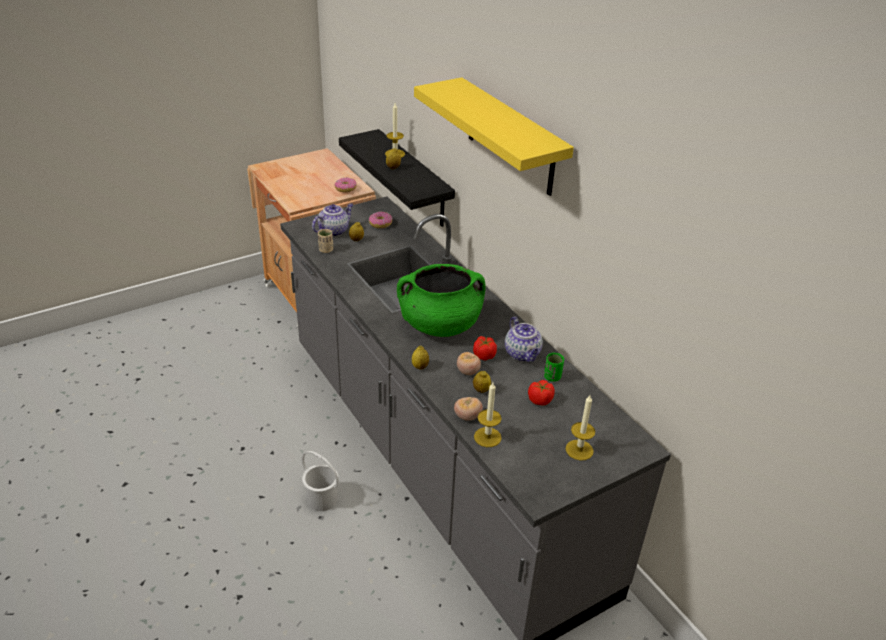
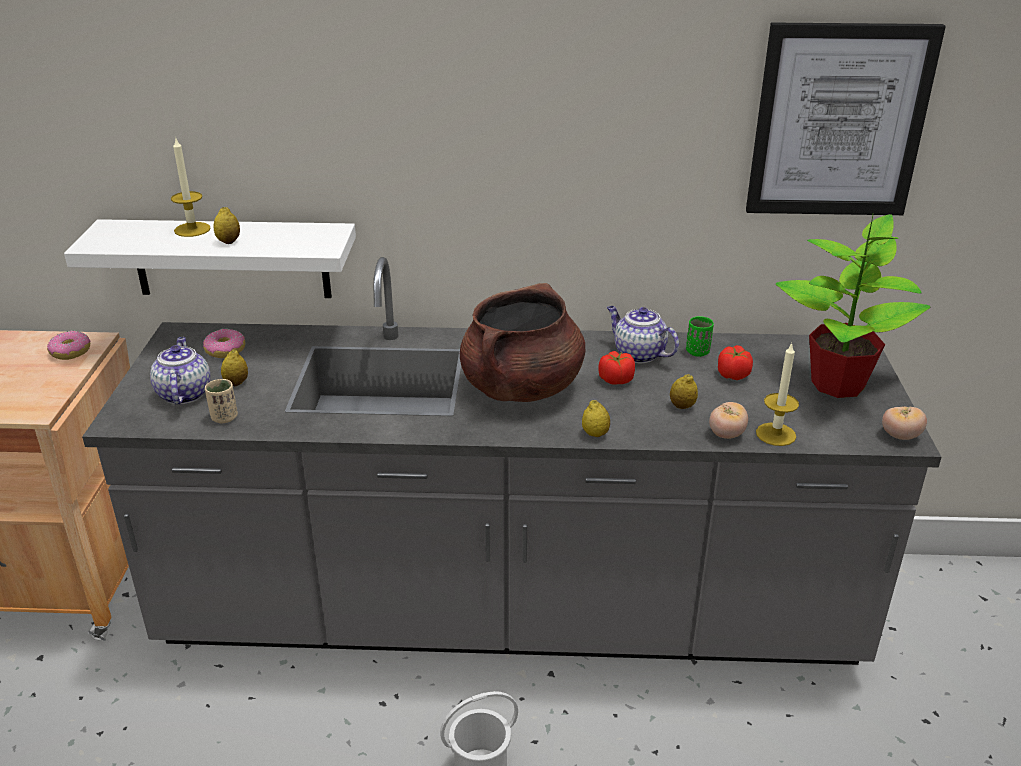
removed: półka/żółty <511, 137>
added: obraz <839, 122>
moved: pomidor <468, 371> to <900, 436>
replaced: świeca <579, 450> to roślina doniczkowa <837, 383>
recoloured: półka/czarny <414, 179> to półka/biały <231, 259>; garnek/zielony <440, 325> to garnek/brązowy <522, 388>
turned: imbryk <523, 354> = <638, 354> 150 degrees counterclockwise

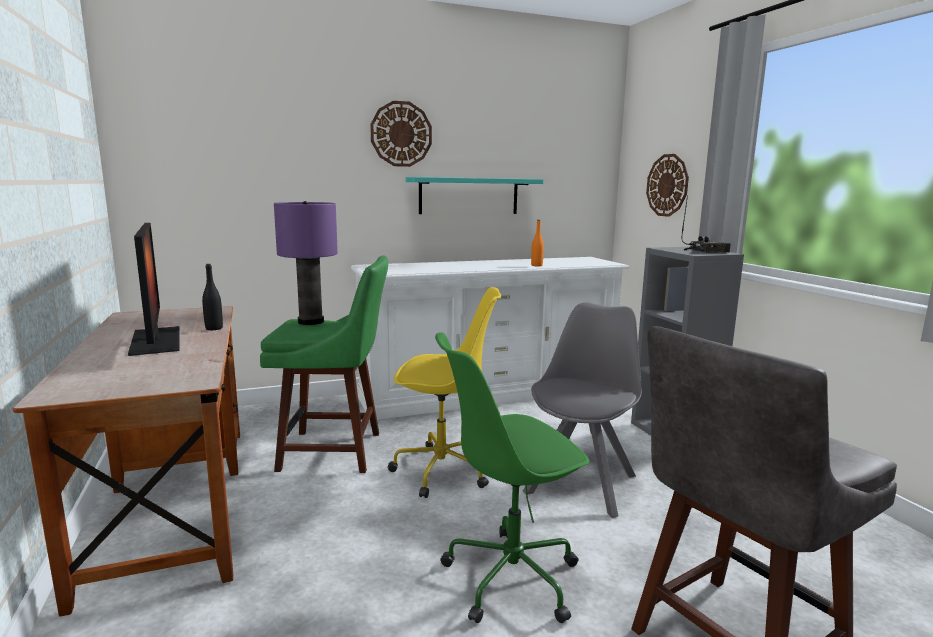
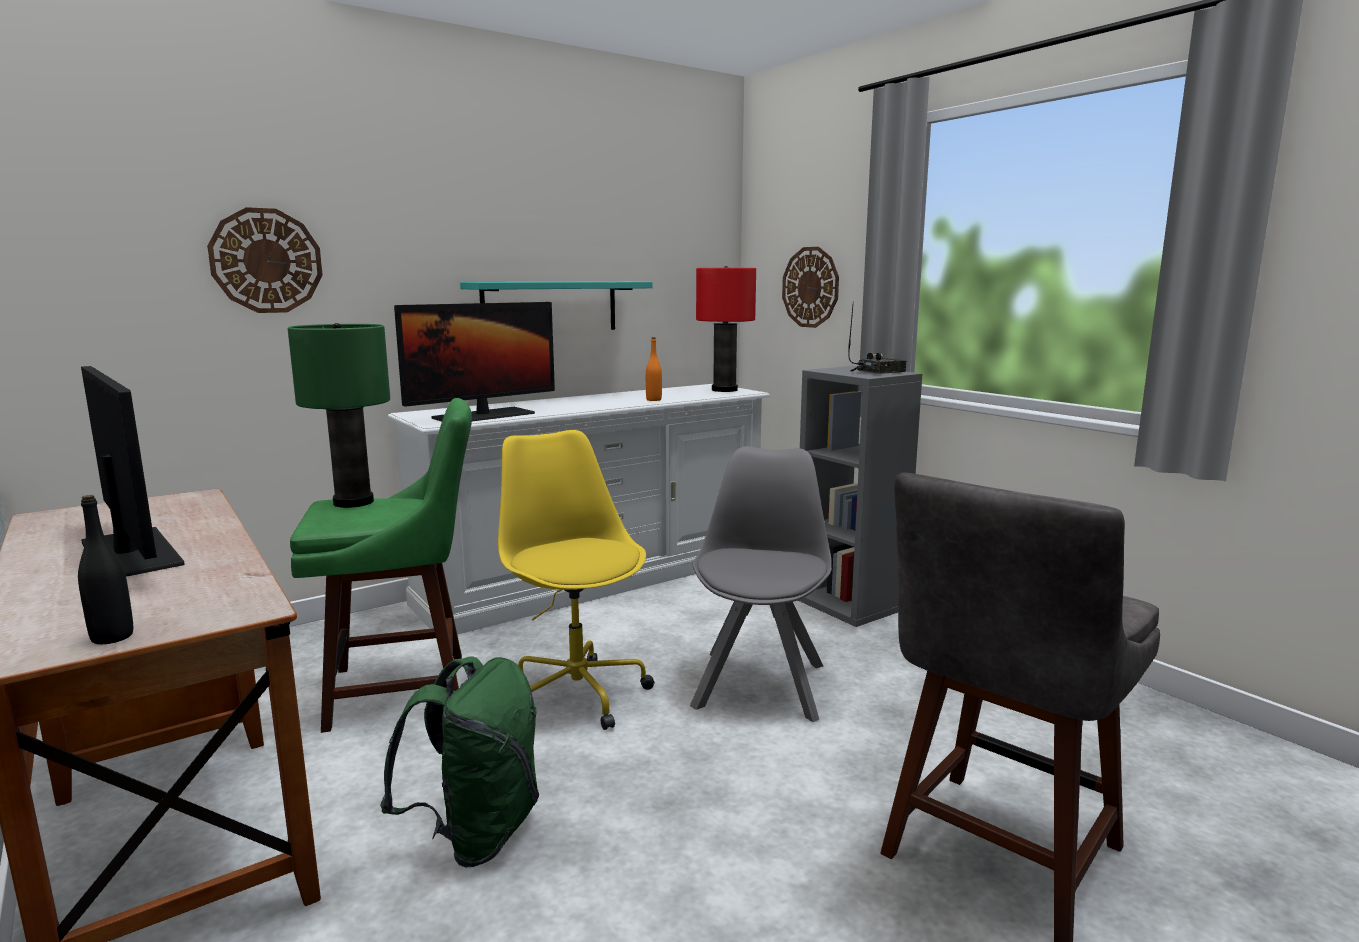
removed: krzesło biurowe/zielony <507, 579>
added: plecak/zielony <476, 834>; monitor <484, 416>; lampa stołowa/czerwony <724, 390>
moved: butelka/czarny <214, 328> to <112, 637>; zegar ścienny <401, 134> to <266, 261>
recoloured: lampa stołowa/fioletowy <310, 322> to lampa stołowa/zielony <353, 502>
turned: krzesło biurowe/żółty <444, 471> = <575, 694> 105 degrees counterclockwise

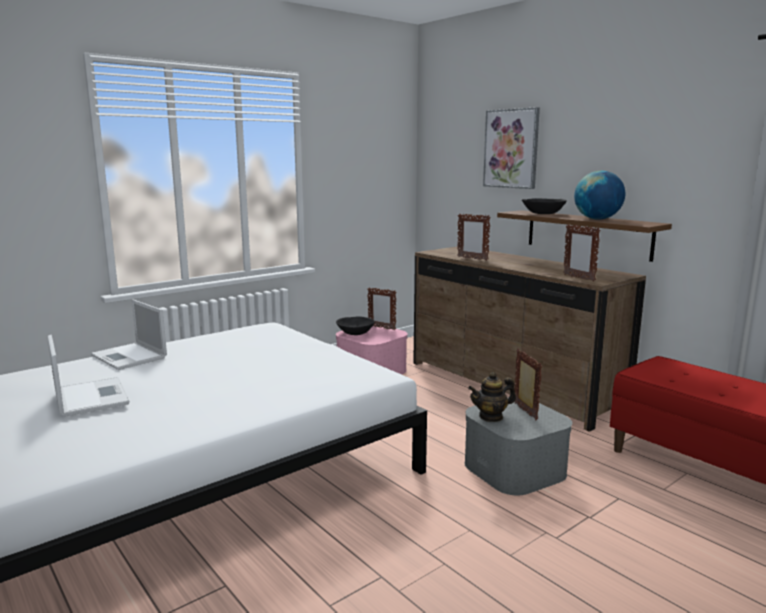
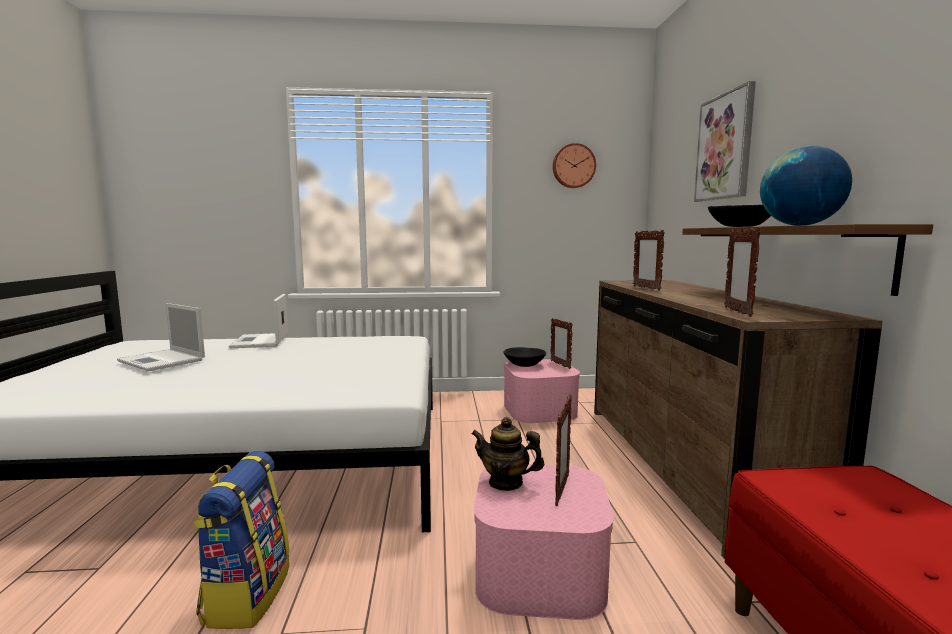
added: plecak <246, 594>; zegar ścienny <573, 166>
recoloured: pojemnik do przechowywania/szary <515, 468> to pojemnik do przechowywania/różowy <540, 571>
turned: laptop <90, 397> = <162, 361> 120 degrees clockwise

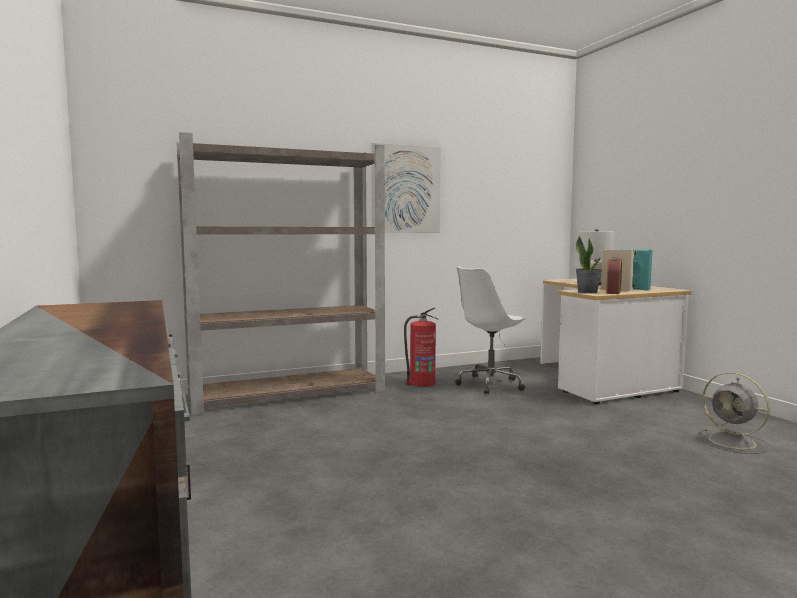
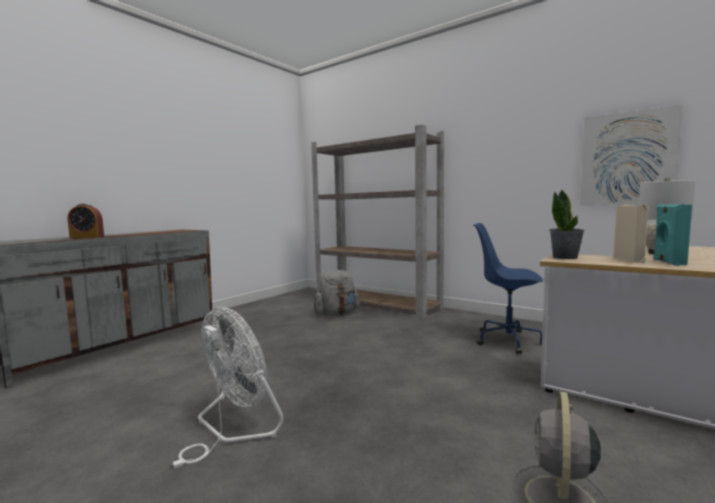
removed: gaśnica <421, 383>
added: wentylator/biały <227, 426>; plecak/szary <337, 314>
moved: obraz <406, 189> to <627, 158>; budzik <613, 292> to <87, 237>
recoloured: krzesło biurowe/biały <489, 385> to krzesło biurowe/niebieski <506, 341>

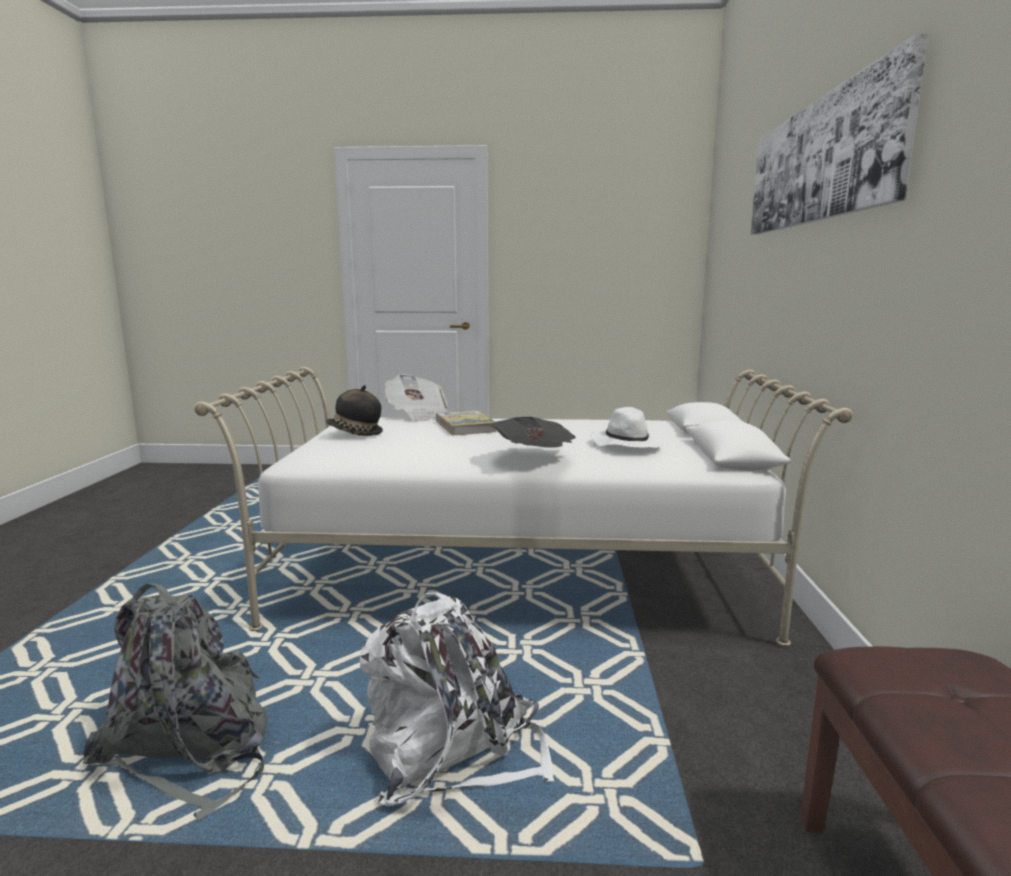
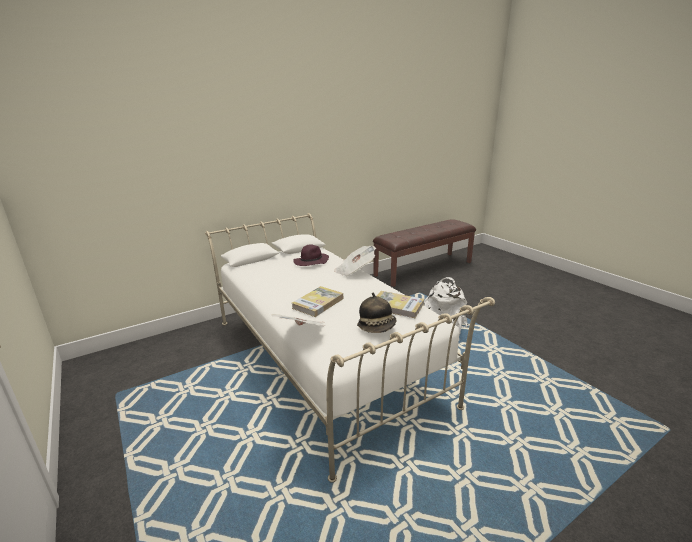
removed: plecak/szary <192, 748>; obraz <819, 162>
added: książka <397, 306>
recoloured: kapelusz/biały <625, 445> to kapelusz/fioletowy <311, 262>

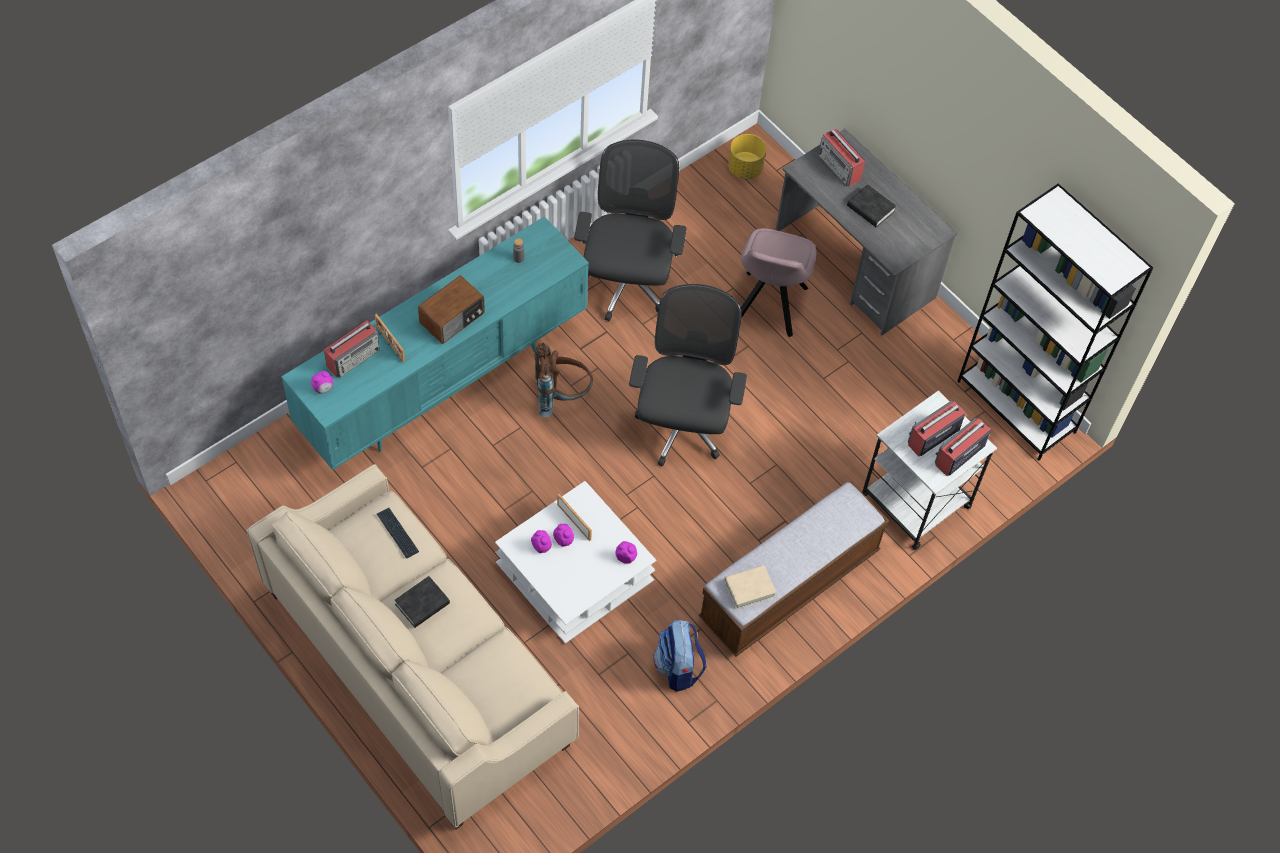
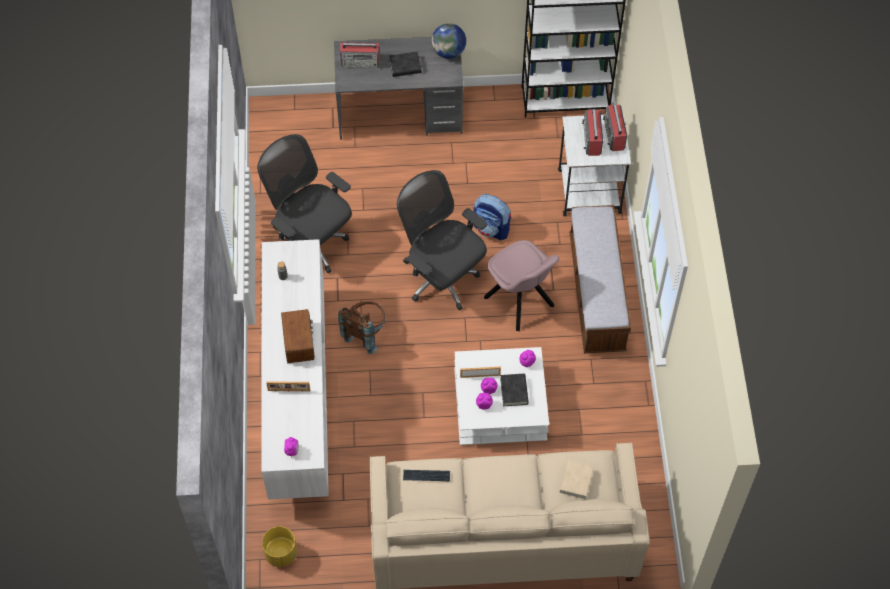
removed: radio <354, 357>
added: globus <448, 52>
moved: książka/czarny <422, 604> to <514, 391>; plecak <678, 667> to <492, 229>; książka/beżowy <749, 588> to <576, 481>; donica/żółty <745, 169> to <281, 553>; krzesło/różowy <769, 305> to <519, 301>
recoloured: szafka/turkusowy <444, 381> to szafka/biały <298, 394>

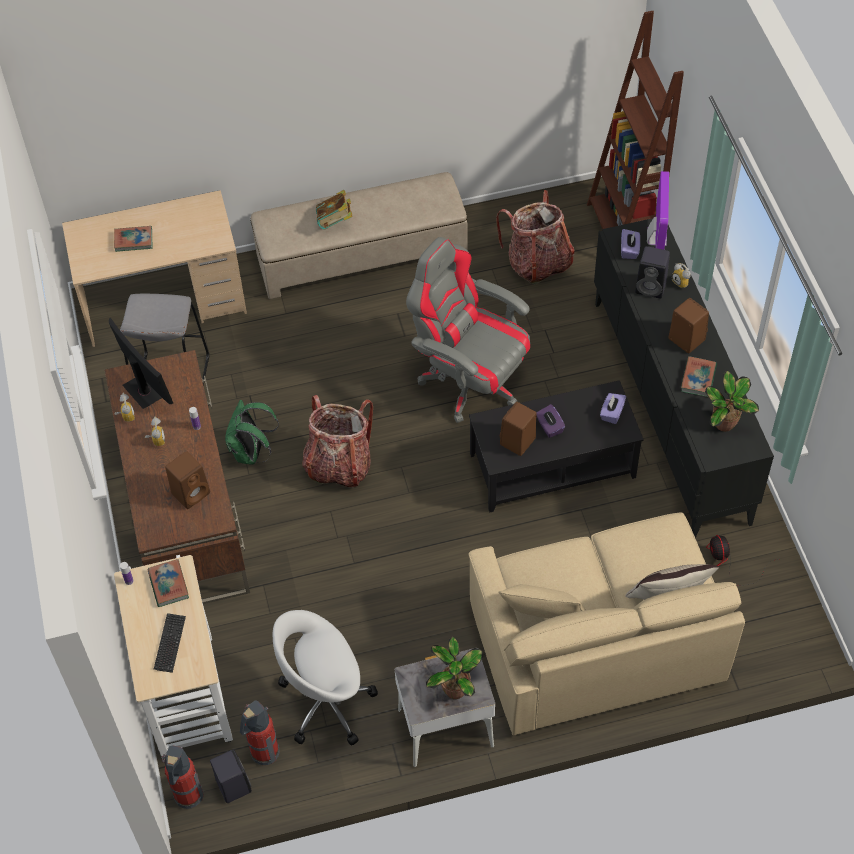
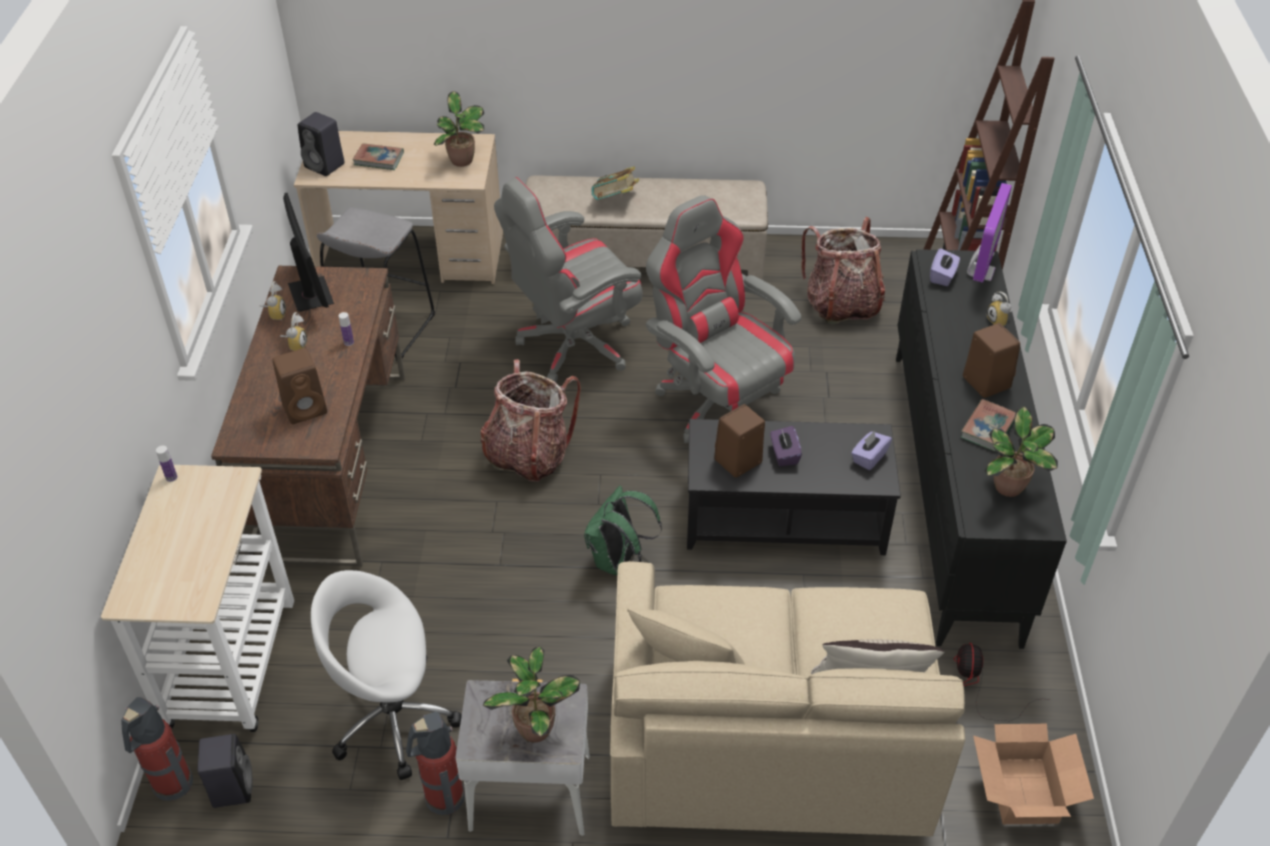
removed: książka <168, 585>; klawiatura <170, 643>
added: roślina doniczkowa <462, 161>; krzesło biurowe/szary <575, 344>; karton <1023, 790>
moved: plecak/zielony <251, 453> to <618, 561>; gaśnica <263, 752> to <442, 797>; głośnik/czarny <651, 287> to <326, 166>

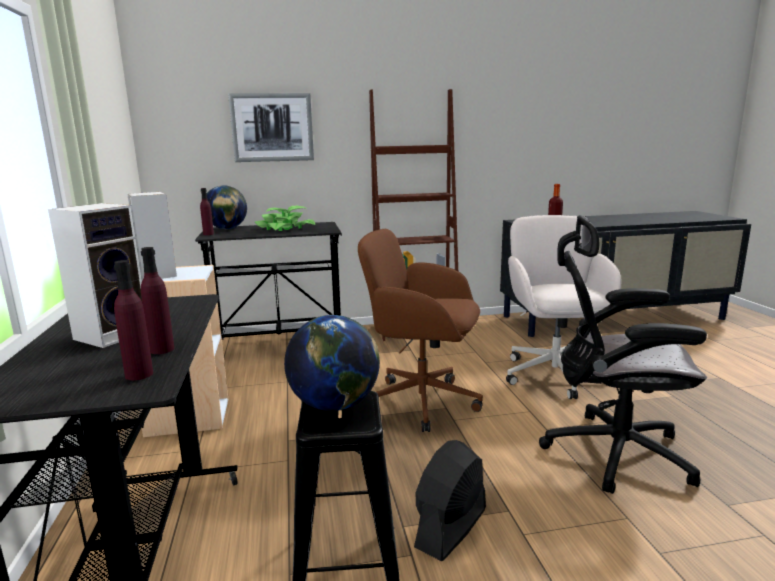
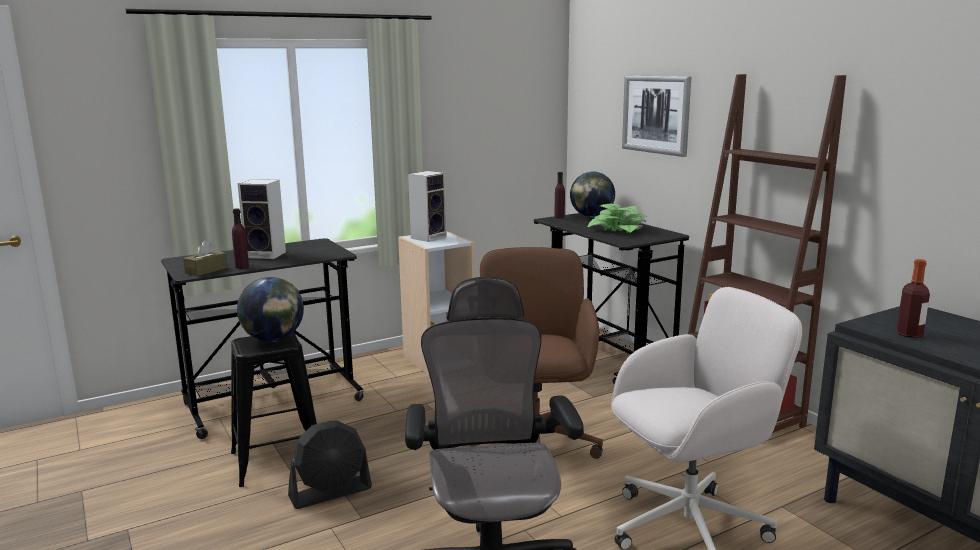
replaced: butelka/fioletowy <139, 374> to pudełko chusteczek/brązowy <206, 270>
turned: wentylator/czarny <451, 528> = <331, 492> 135 degrees clockwise

